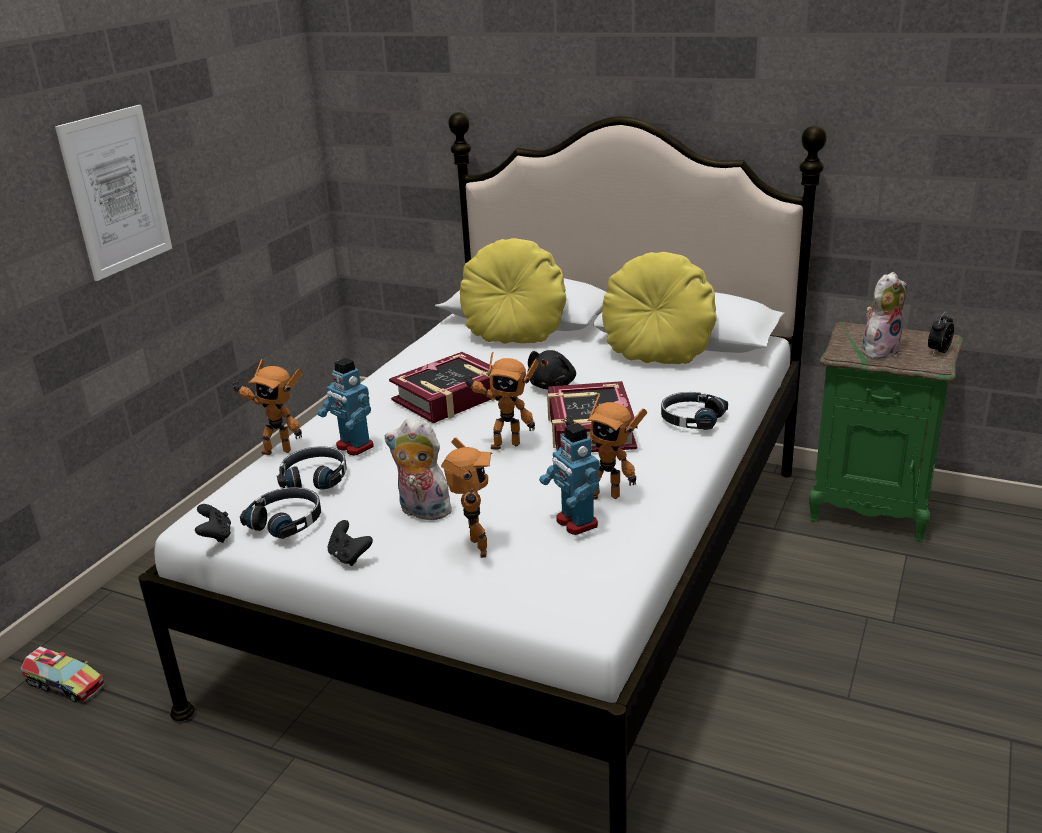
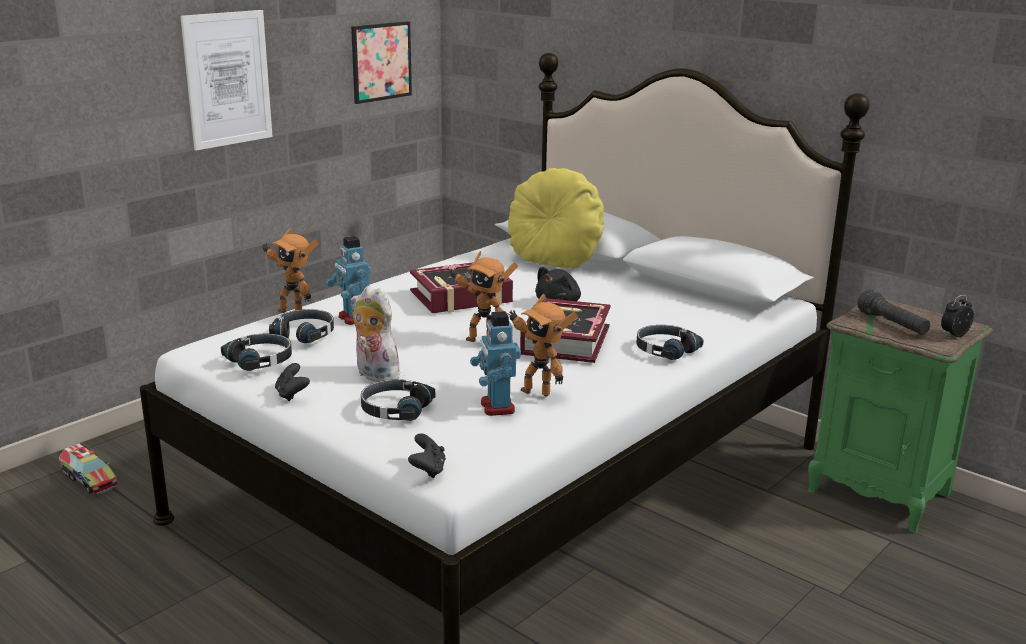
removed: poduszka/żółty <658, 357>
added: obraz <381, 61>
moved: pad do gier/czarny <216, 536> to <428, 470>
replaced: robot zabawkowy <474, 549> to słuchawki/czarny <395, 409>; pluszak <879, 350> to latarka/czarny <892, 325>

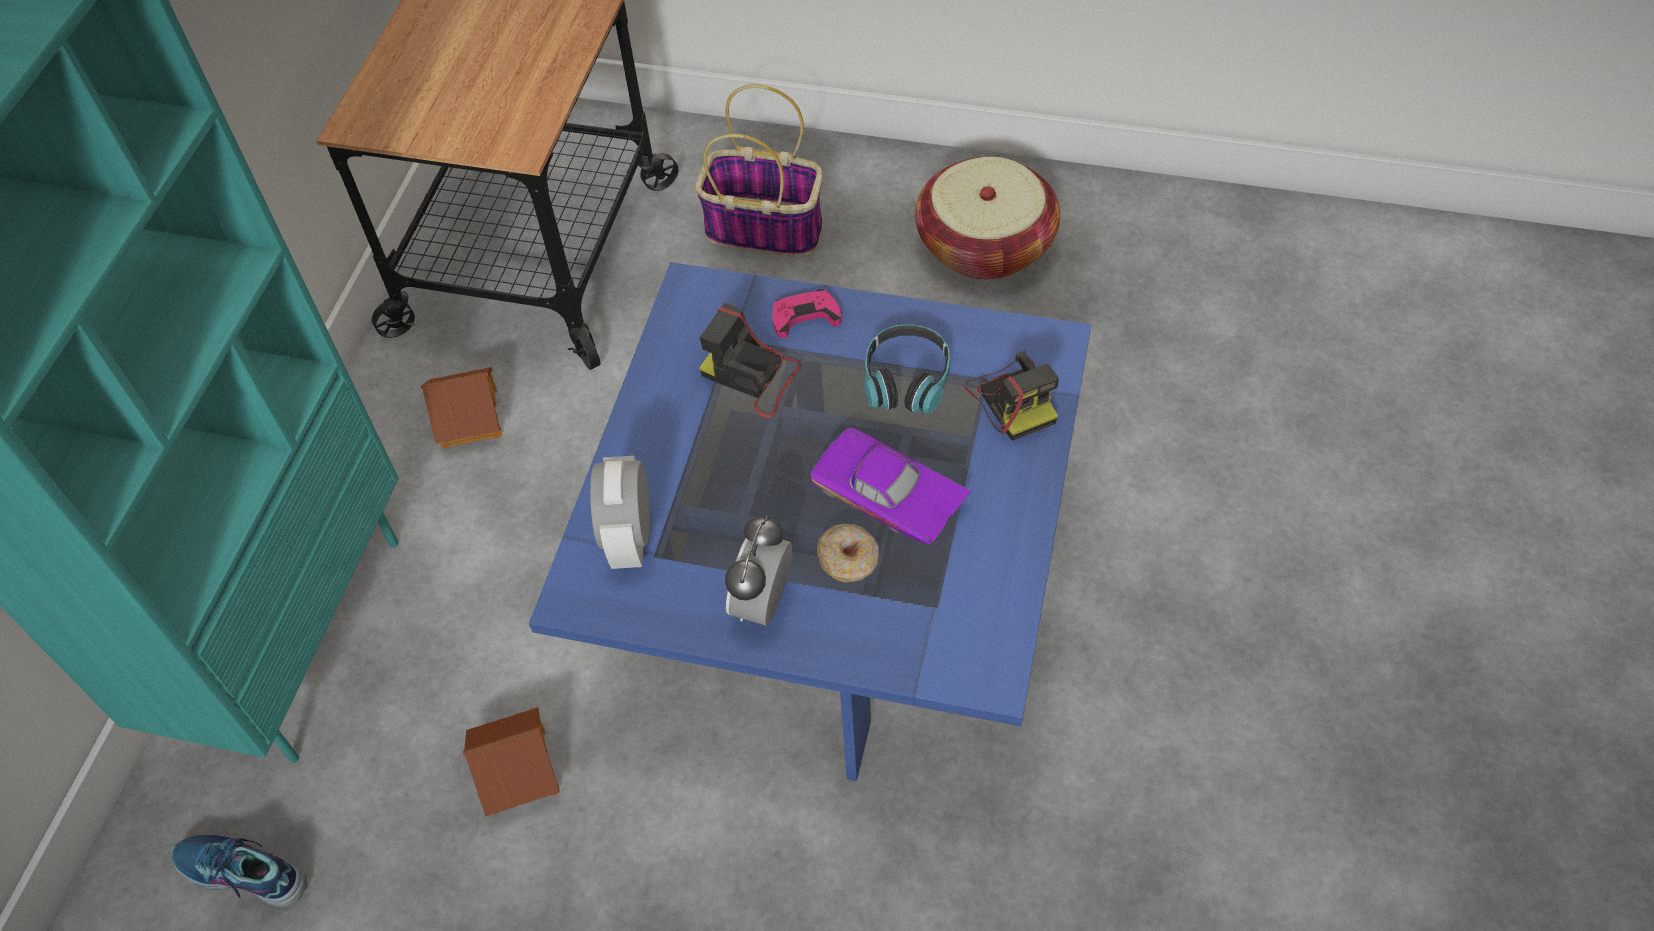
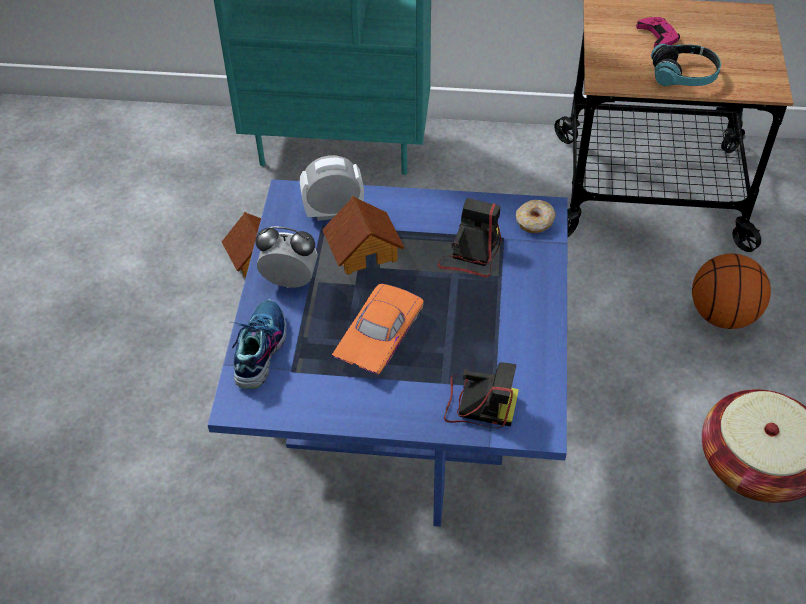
moved: but <243, 875> to <259, 349>; domek <467, 417> to <364, 249>; pad do gier/różowy <805, 317> to <658, 35>; donut <849, 559> to <534, 222>; słuchawki <906, 380> to <683, 75>
replaced: koszyk <766, 228> to piłka do koszykówki <722, 315>
recoloured: samochodzik/fioletowy <886, 500> to samochodzik/pomarańczowy <376, 336>
turned: aparat fotograficzny <1013, 399> = <478, 404> 135 degrees counterclockwise

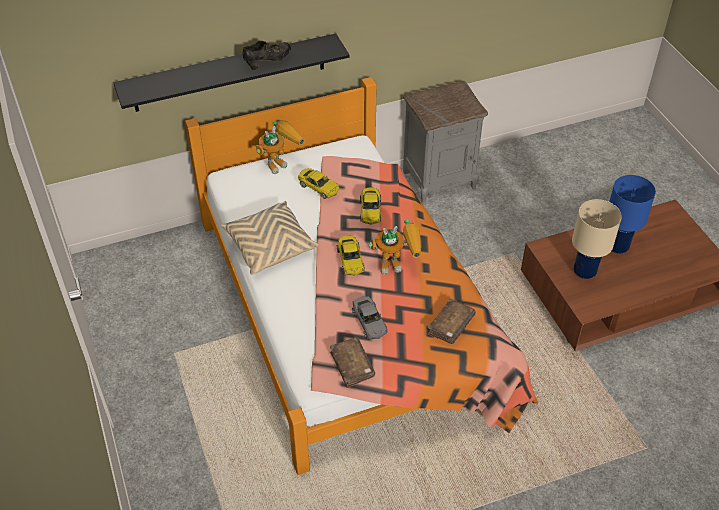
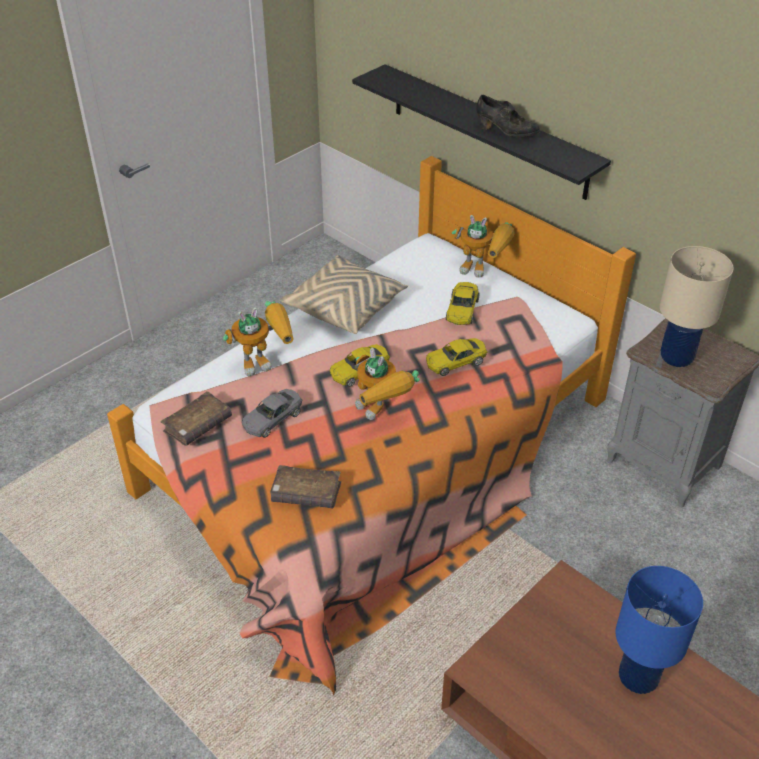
added: robot zabawkowy <265, 361>
moved: lampa stołowa/beżowy <584, 272> to <675, 359>

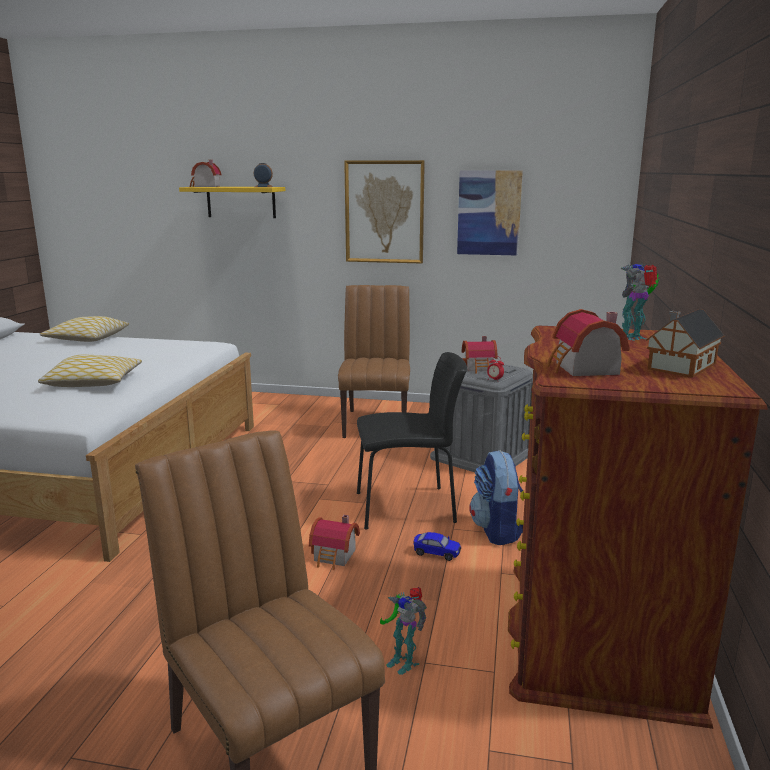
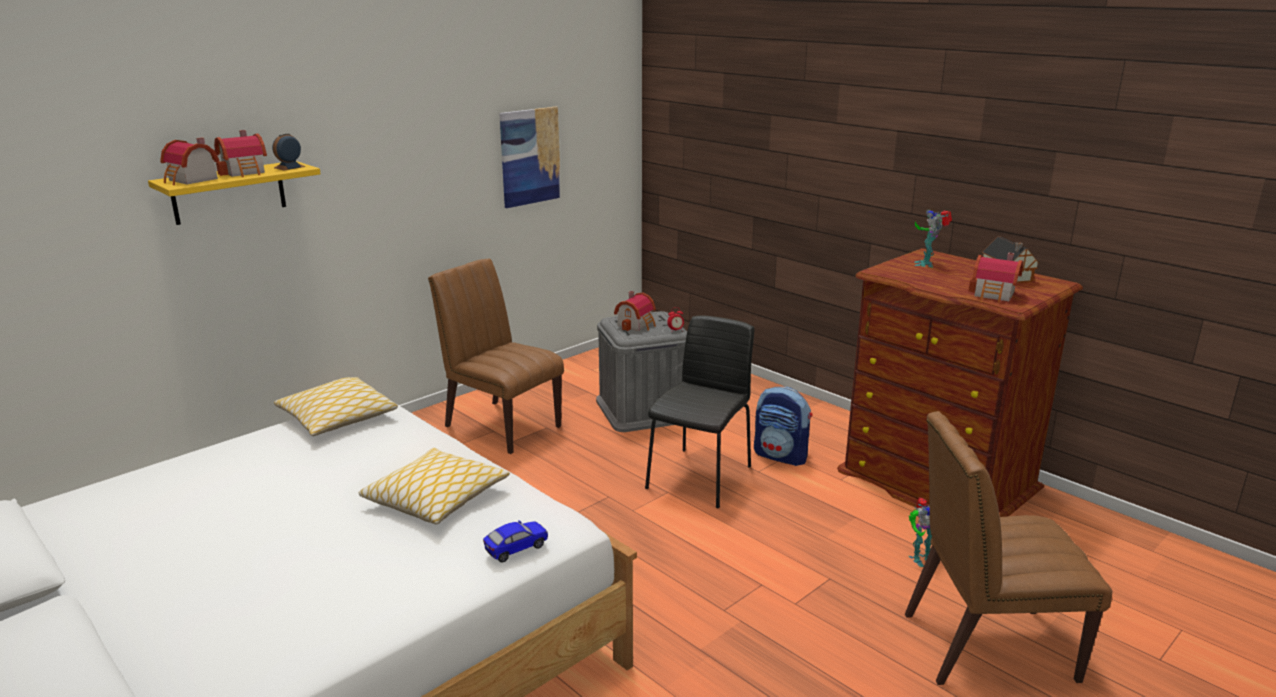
removed: obraz <384, 212>
moved: poduszka <87, 339> to <338, 418>; domek <335, 557> to <245, 172>; samochodzik <436, 553> to <516, 548>

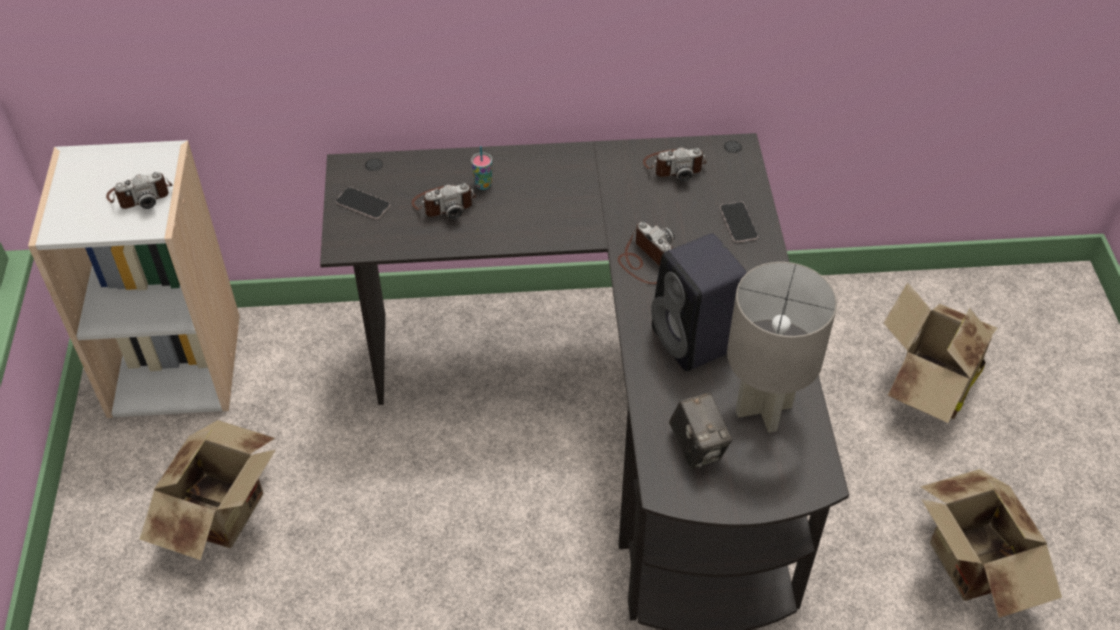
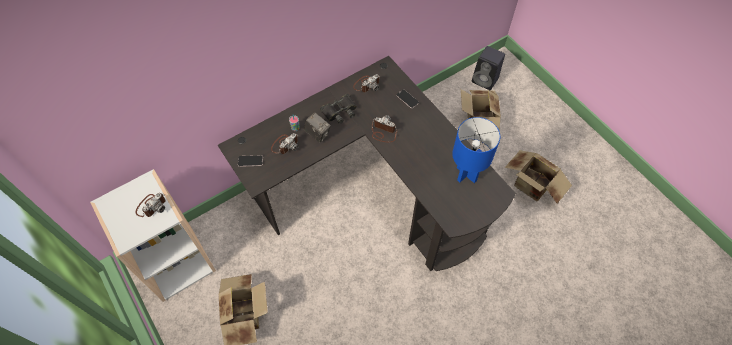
added: lornetka/czarny <340, 111>
moved: głośnik/czarny <696, 341> to <485, 80>; aparat fotograficzny <697, 447> to <317, 134>
recoloured: lampa stołowa/szary <764, 410> to lampa stołowa/niebieski <467, 174>

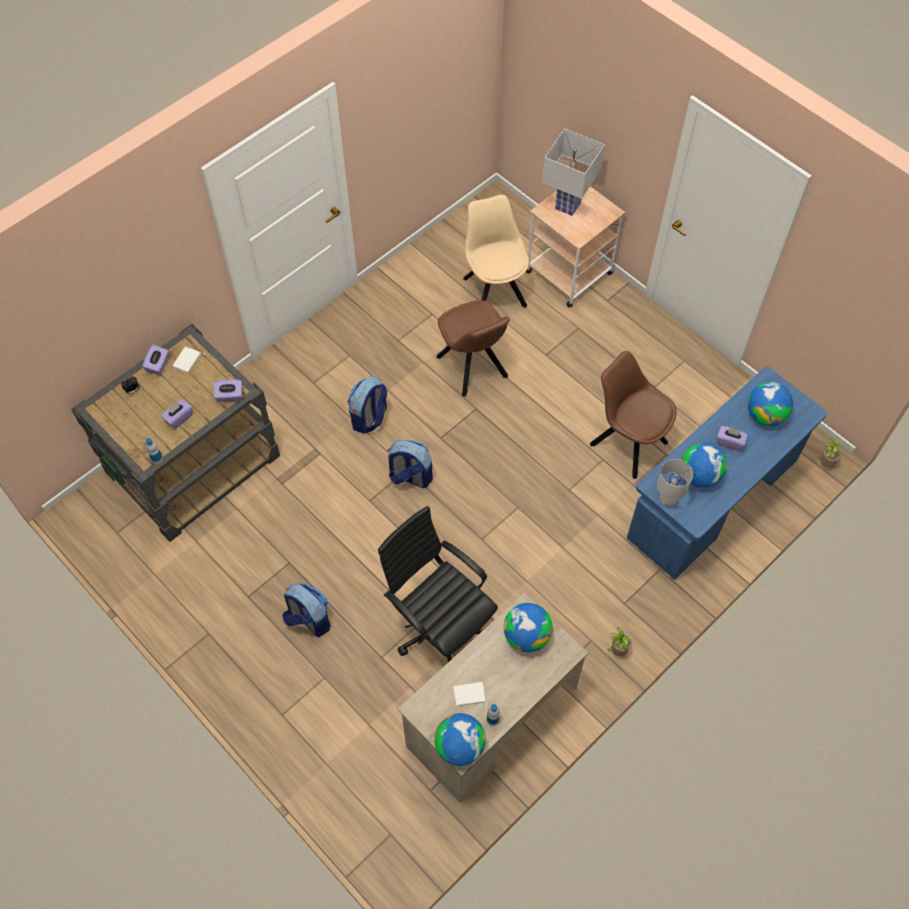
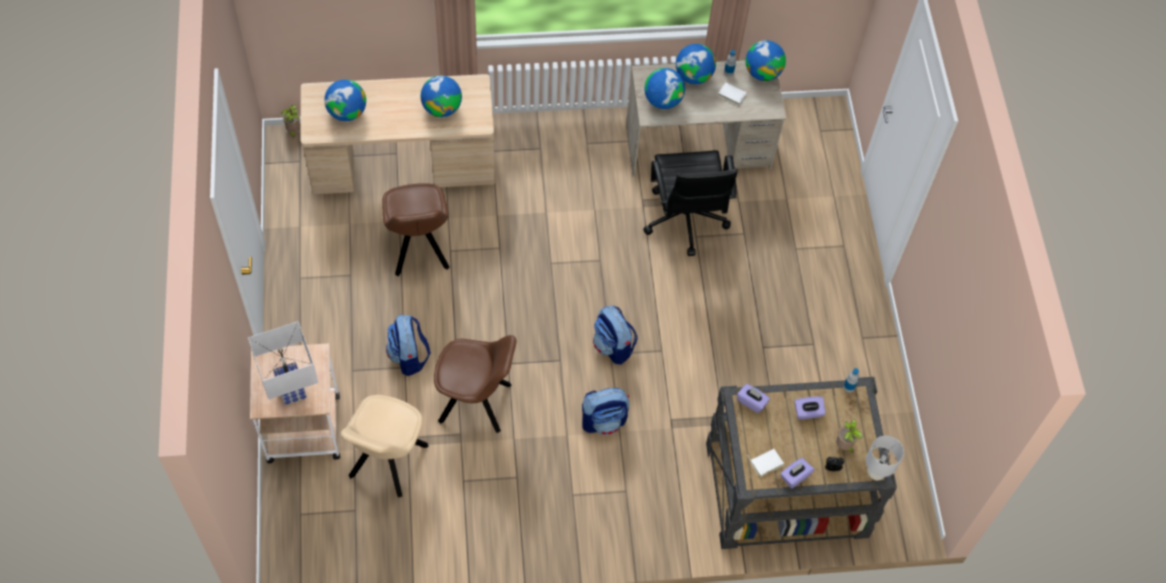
removed: pudełko chusteczek/fioletowy <729, 442>
added: globus <693, 76>
moved: plecak <309, 619> to <409, 356>; roślina doniczkowa <617, 650> to <844, 446>; lampa stołowa/szary <667, 499> to <876, 473>
recoloured: biurko/niebieski <712, 500> to biurko/beżowy <403, 166>
turned: krzesło/brązowy <472, 367> = <476, 402> 90 degrees clockwise

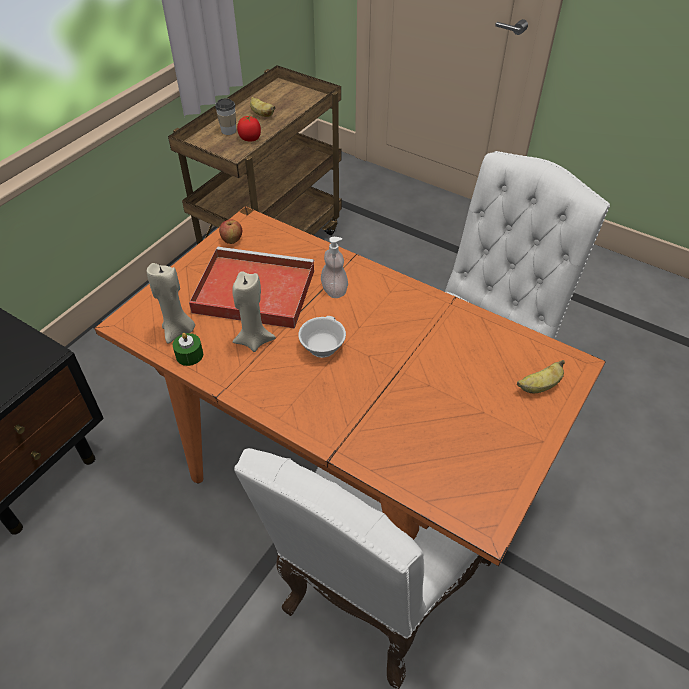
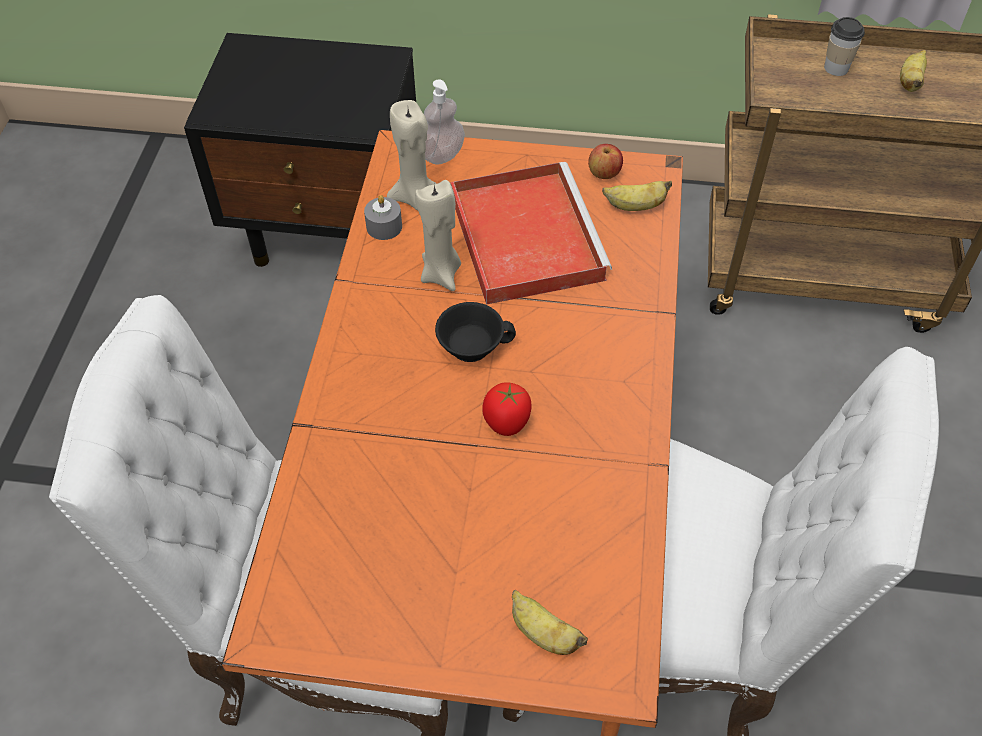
added: banan <634, 206>
moved: pomidor <250, 139> to <507, 422>; dozownik mydła <334, 290> to <442, 155>
recoloured: świeca/zielony <189, 355> to świeca/szary <384, 226>; filiżanka/biały <321, 345> to filiżanka/czarny <472, 344>

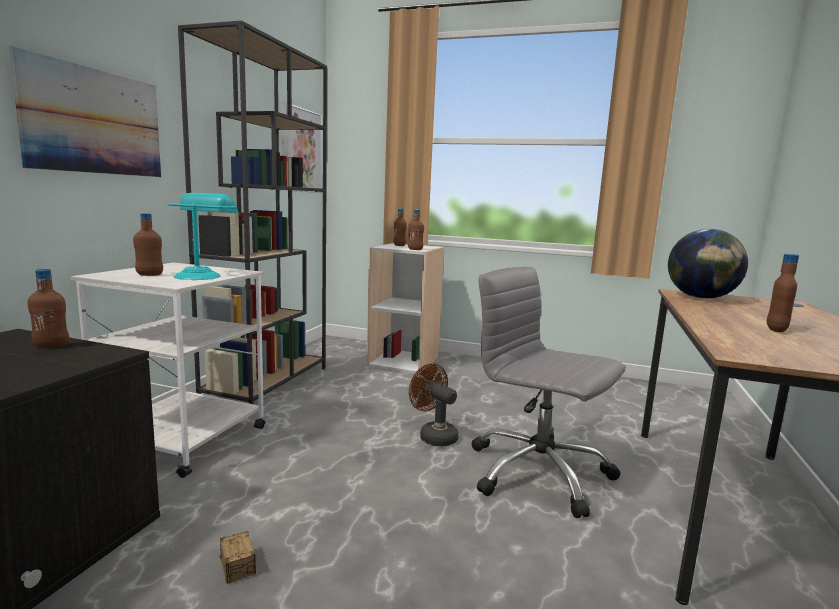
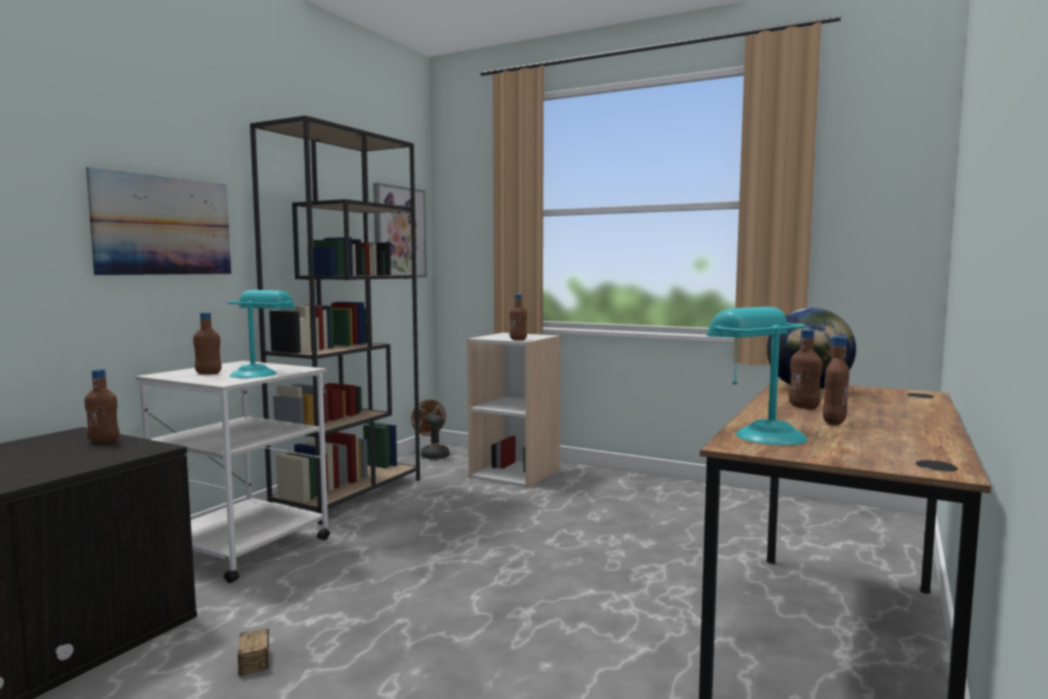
removed: krzesło biurowe/szary <537, 472>
added: lampa stołowa/turkusowy <757, 433>
moved: butelka/brązowy <399, 245> to <804, 407>; wentylator/brązowy <433, 435> to <432, 454>

